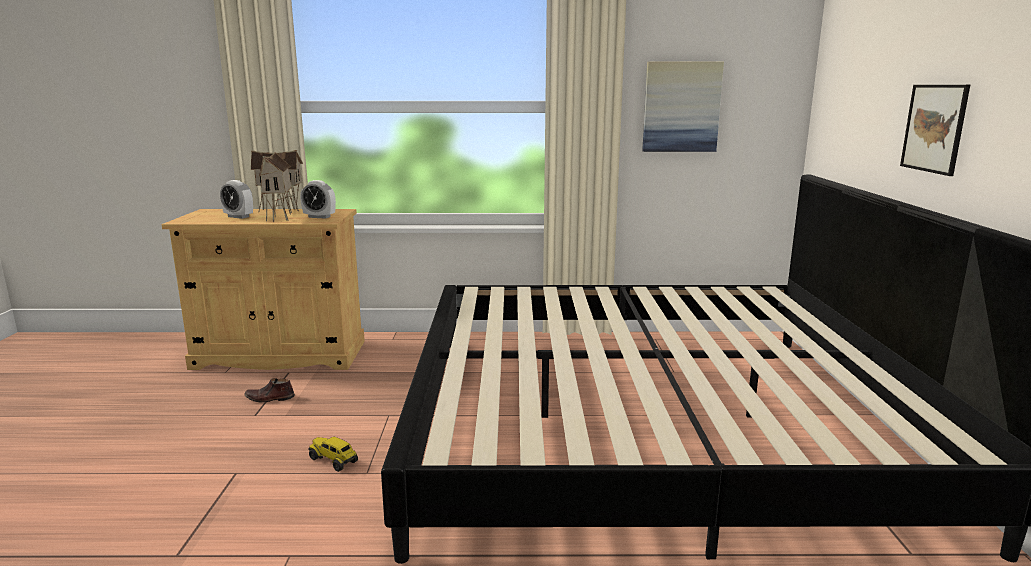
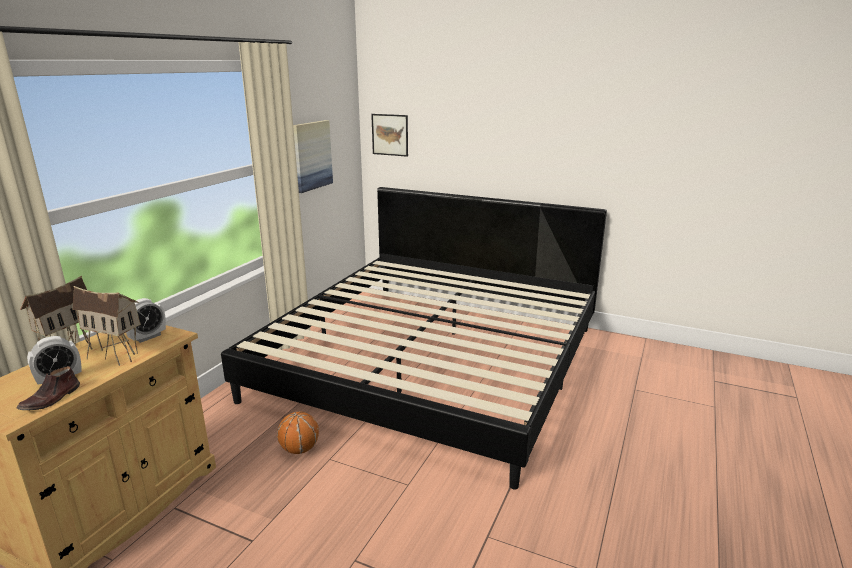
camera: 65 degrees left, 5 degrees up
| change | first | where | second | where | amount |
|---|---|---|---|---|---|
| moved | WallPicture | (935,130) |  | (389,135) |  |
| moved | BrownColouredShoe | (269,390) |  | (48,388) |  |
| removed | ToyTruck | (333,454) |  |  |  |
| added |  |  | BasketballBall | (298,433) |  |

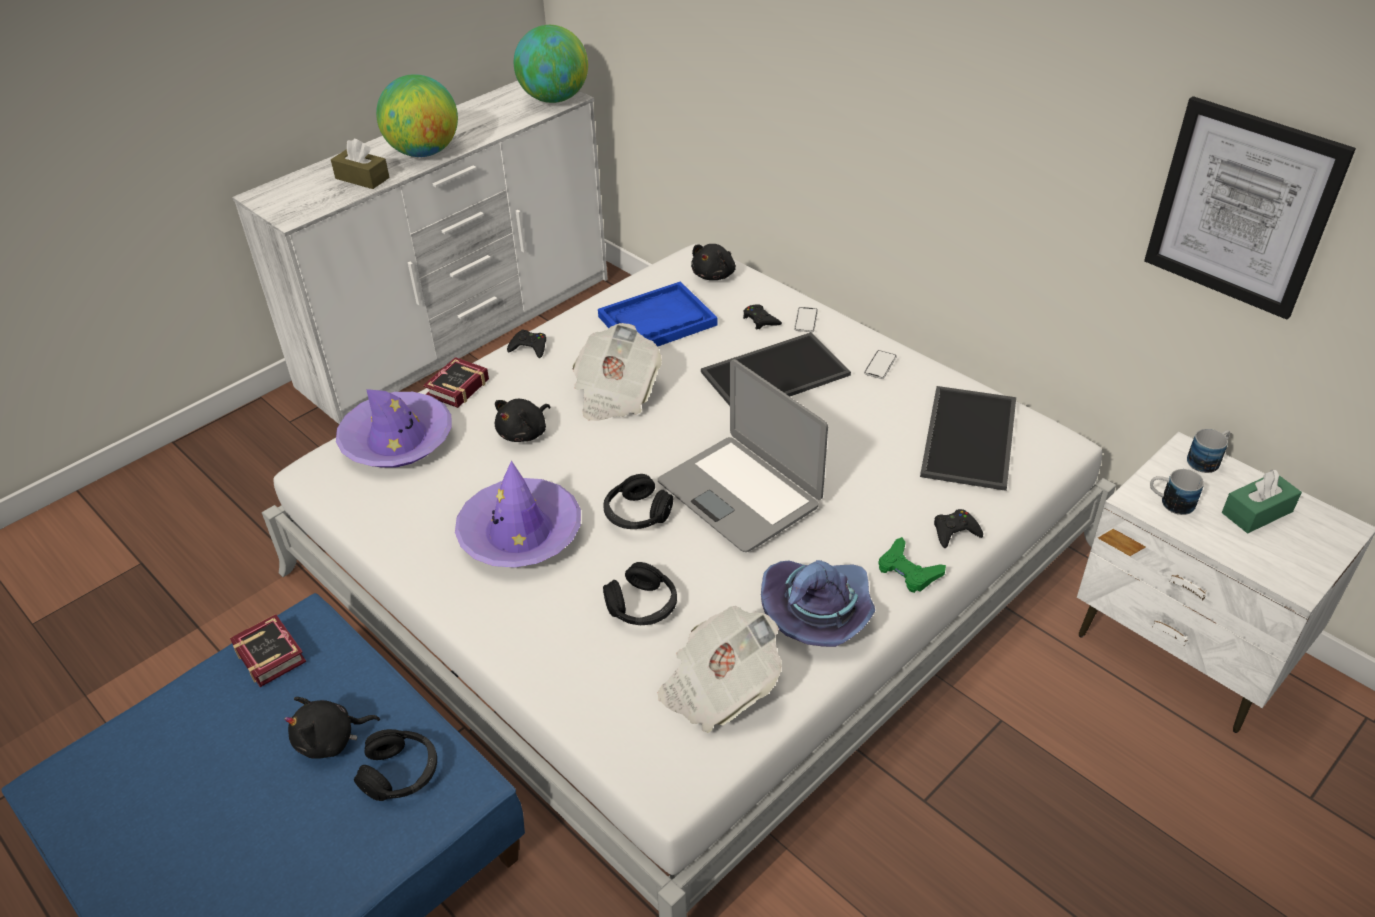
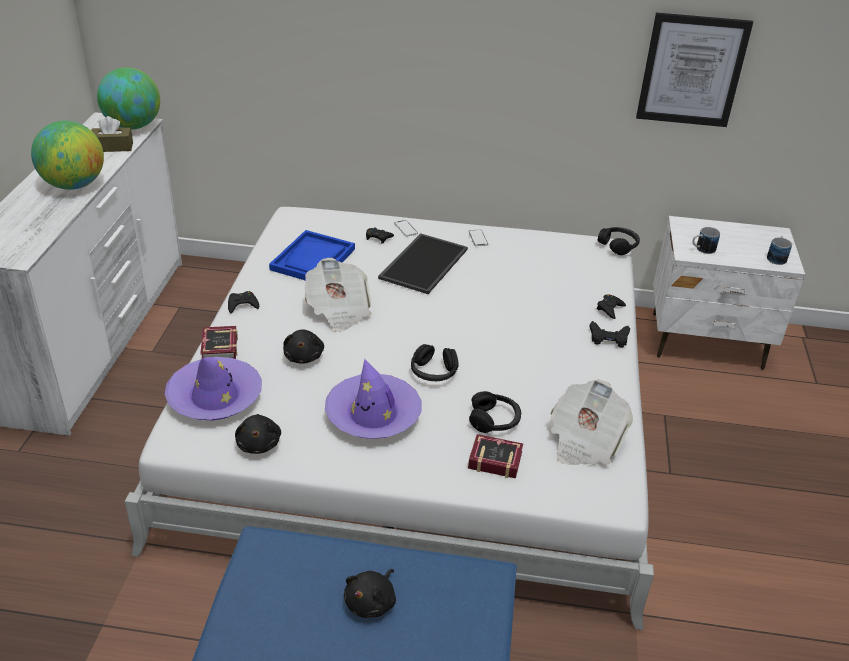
camera: 40 degrees left, 5 degrees down
| change | first | where | second | where | amount |
|---|---|---|---|---|---|
| moved | BrownColouredBoxOfTissues | (360,164) |  | (112,134) |  |
| moved | BlackCuddlyToy | (713,262) |  | (258,434) |  |
| removed | Laptop | (743,455) |  |  |  |
| removed | Tray | (968,438) |  |  |  |
| moved | TeaMug | (1208,451) |  | (779,250) |  |
| removed | GreenBoxOfTissues | (1262,501) |  |  |  |
| recoloured | GreenJoypad | (912,565) | BlackJoypad | (609,334) |  |
| removed | PurplishClothingHat | (818,603) |  |  |  |
| moved | BoundBook | (268,650) |  | (495,456) |  |
| moved | BlackHeadset | (395,765) |  | (619,241) |  |

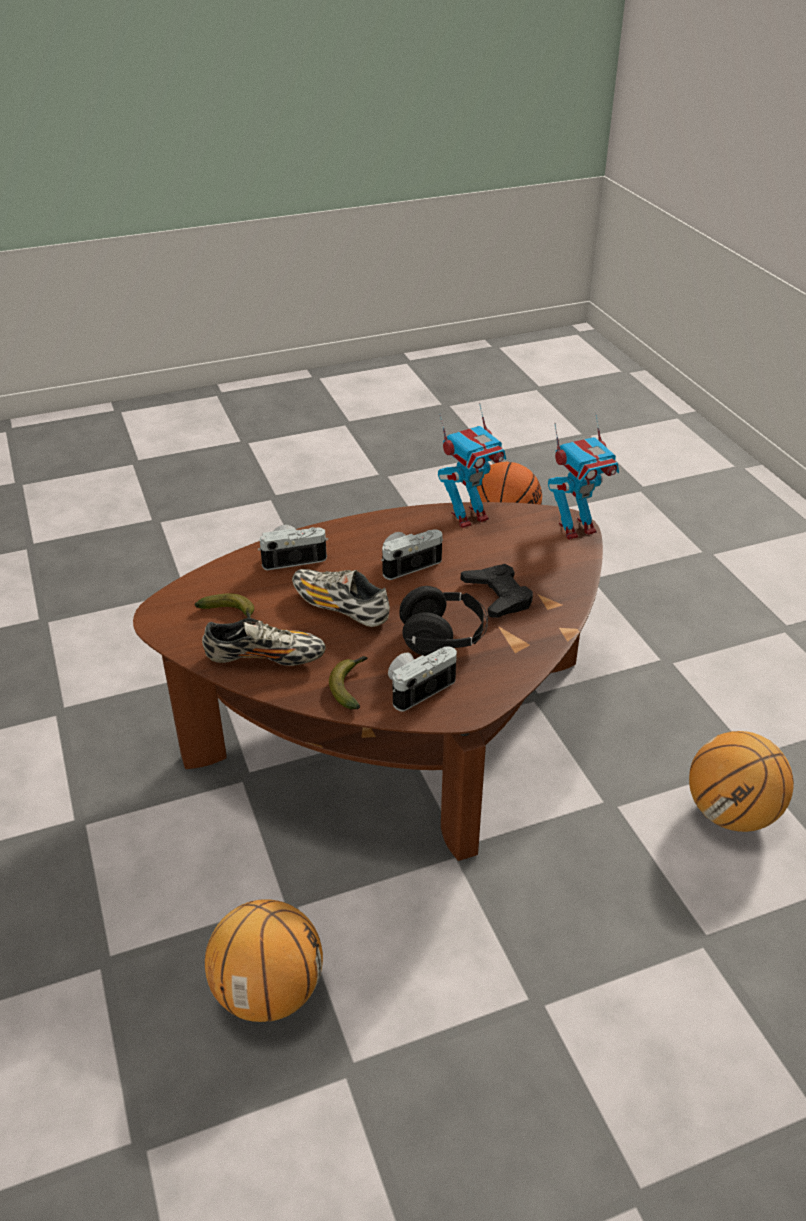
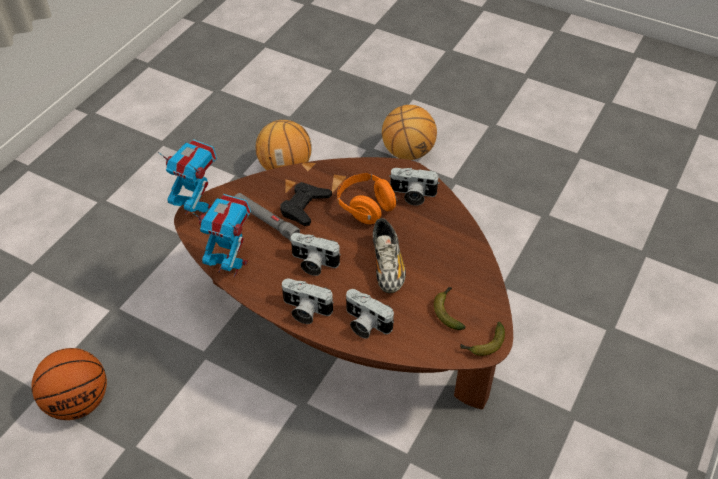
camera: 130 degrees left, 10 degrees up
| change | first | where | second | where | amount |
|---|---|---|---|---|---|
| recoloured | BlackHeadset | (443,621) | OrangeColouredHeadset | (367,198) |  |
| removed | Shoe | (264,642) |  |  |  |
| moved | WholeBanana | (348,683) |  | (482,339) |  |
| moved | BasketballBall | (264,960) |  | (409,132) |  |
| added |  |  | GreyFlashlight | (267,217) |  |
| added |  |  | StillCamera | (307,301) |  |

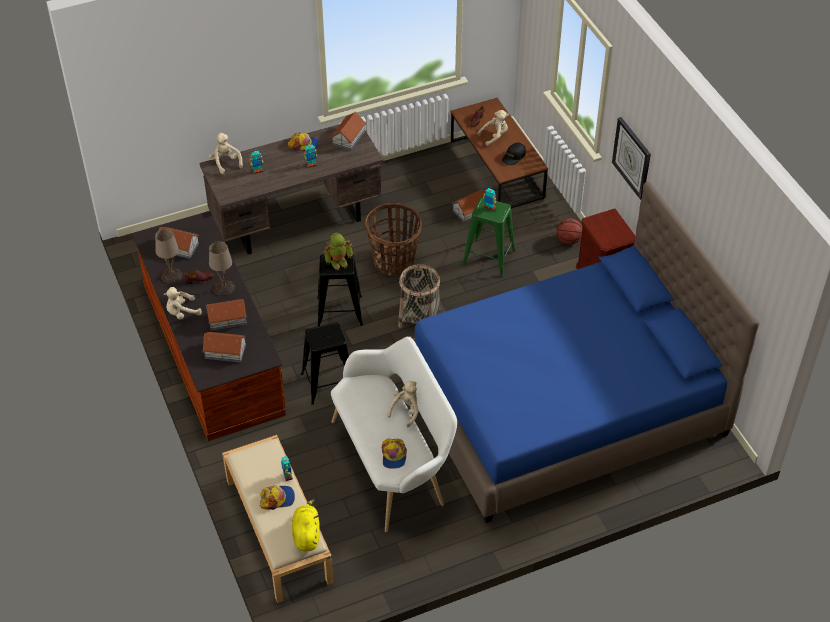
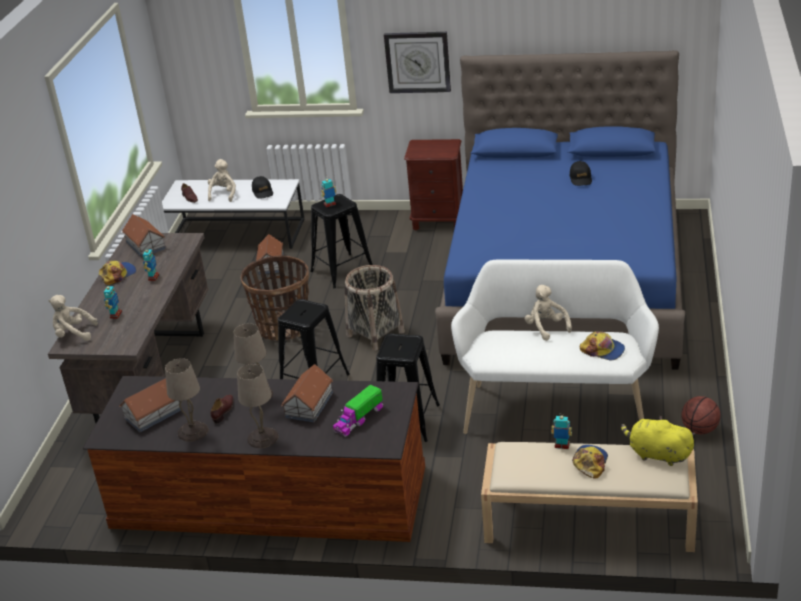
camera: 55 degrees left, 15 degrees down
| change | first | where | second | where | amount |
|---|---|---|---|---|---|
| recoloured | BrownColouredCoffeeTable | (499,153) | WhiteColouredCoffeeTable | (233,214) |  |
| recoloured | GreenSittingStool | (489,236) | BlackSittingStool | (341,241) |  |
| moved | BasketballBall | (570,231) |  | (701,415) |  |
| removed | RobotFigure | (338,251) |  |  |  |
| replaced | BeigeColouredCuddlyToy | (183,303) | BeigeColouredTabletopLamp | (257,406) |  |
| replaced | ToyHouse | (224,347) | ToyTruck | (358,411) |  |
| added |  |  | BlackBaseballCap | (581,173) |  |

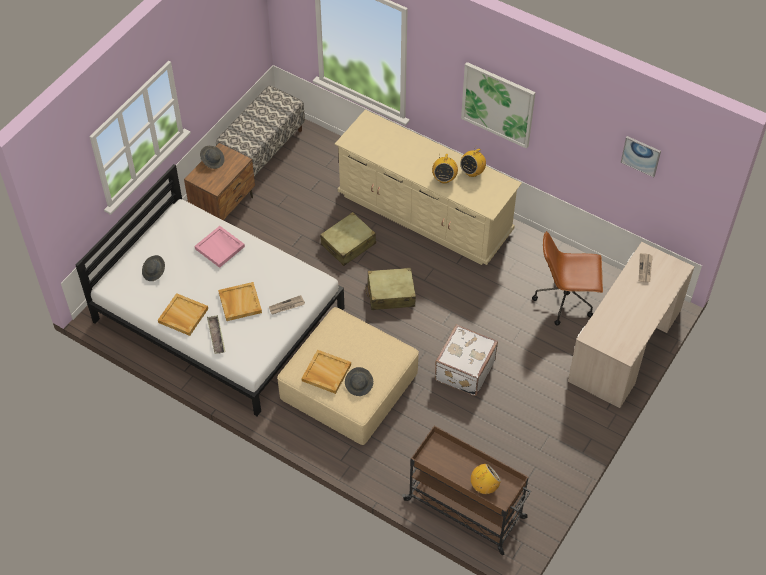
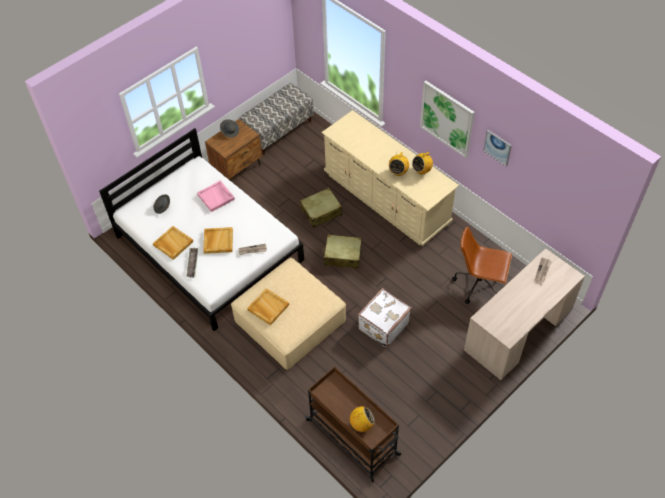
camera: 15 degrees right, 0 degrees up
| change | first | where | second | where | amount |
|---|---|---|---|---|---|
| moved | WallPicture | (641,156) |  | (497,148) |  |
| removed | GreyClothingHat | (359,381) |  |  |  |

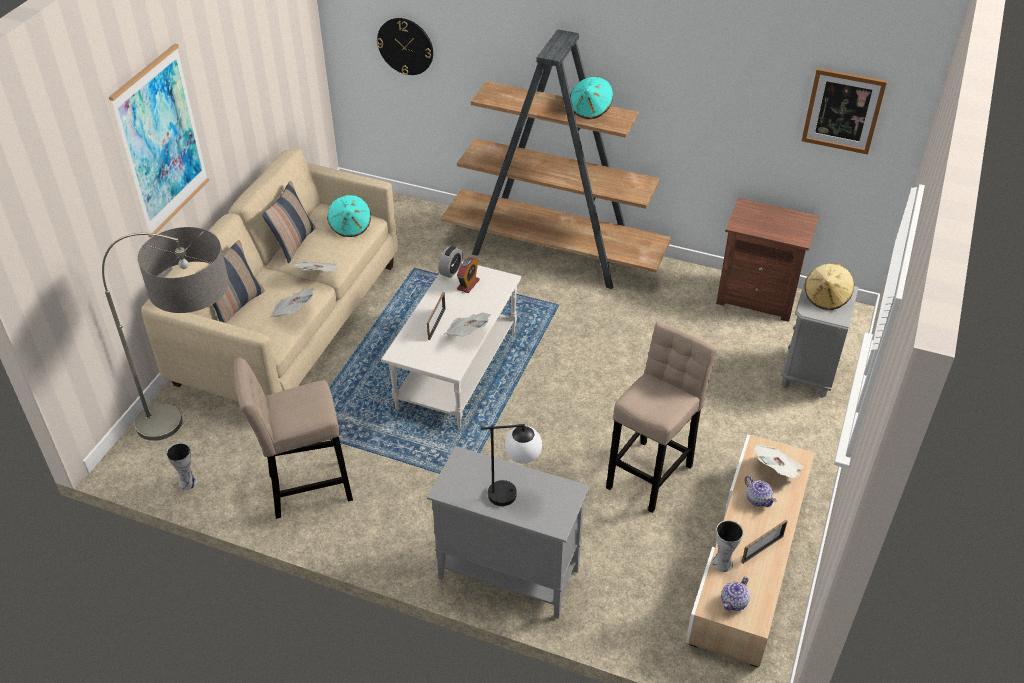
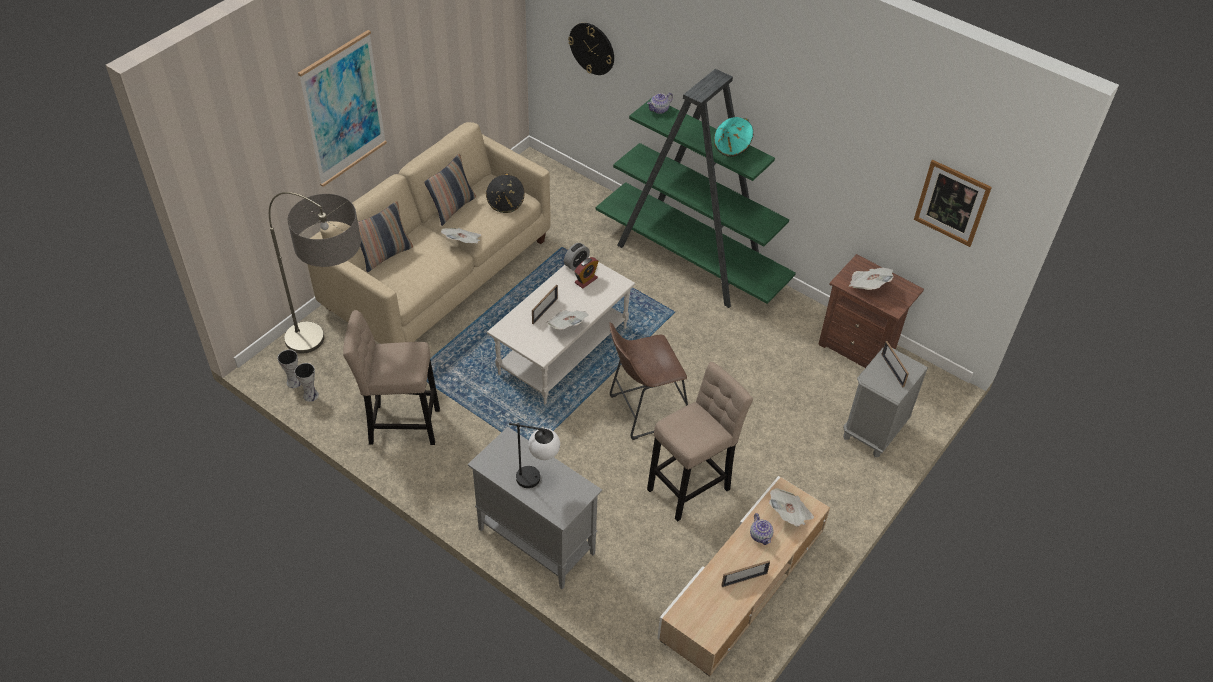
camera: 15 degrees right, 5 degrees up
| change | first | where | second | where | amount |
|---|---|---|---|---|---|
| recoloured | BrownColouredBookcase | (556,159) | GreenBookcase | (696,188) |  |
| recoloured | BlueGreenClothingHat | (349,215) | BlackClothingHat | (505,193) |  |
| replaced | BeigeColouredClothingHat | (829,286) | StandingFrame | (895,364) |  |
| moved | PrintedPaper | (292,302) |  | (871,278) |  |
| moved | FlowerVase | (727,546) |  | (289,369) |  |
| moved | Teapot | (735,594) |  | (660,103) |  |
| added |  |  | BrownColouredSittingStool | (648,381) |  |

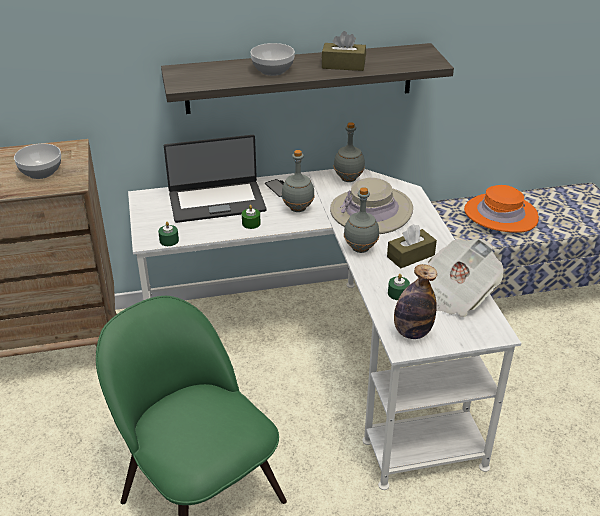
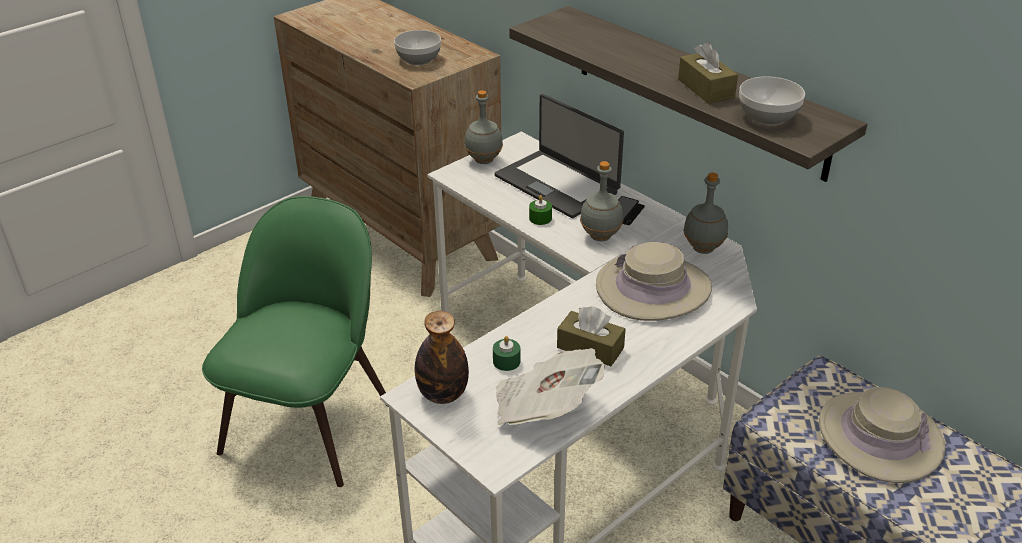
camera: 60 degrees right, 0 degrees up
| change | first | where | second | where | amount |
|---|---|---|---|---|---|
| moved | DeepDish | (273,59) |  | (772,101) |  |
| recoloured | OrangeColouredClothingHat | (501,209) | BeigeColouredClothingHat | (882,435) |  |
| moved | GreyBottle | (361,220) |  | (483,127) |  |
| removed | GreenCandle | (168,234) |  |  |  |

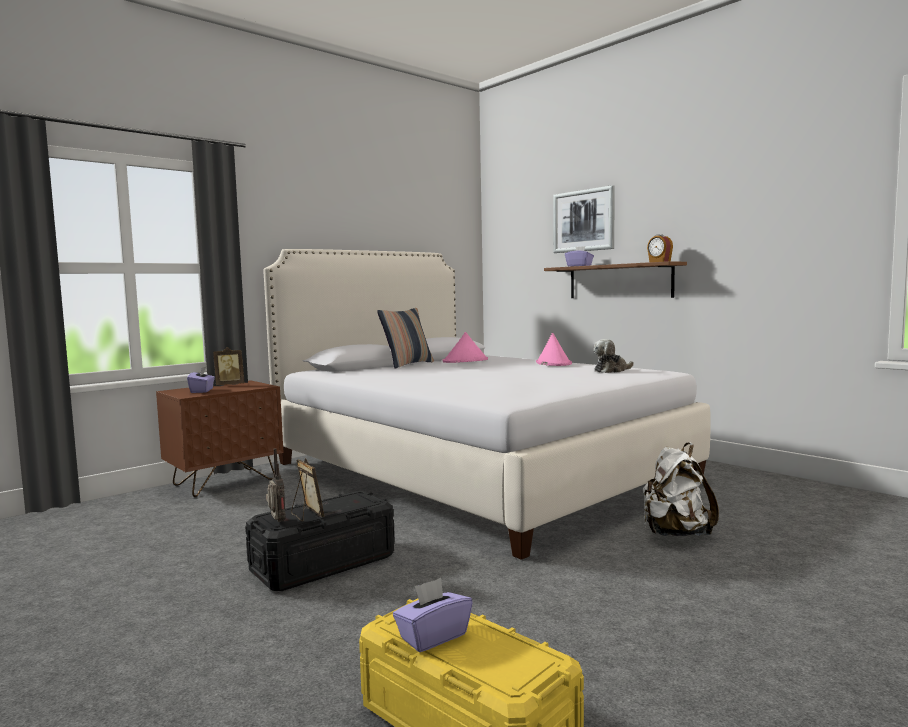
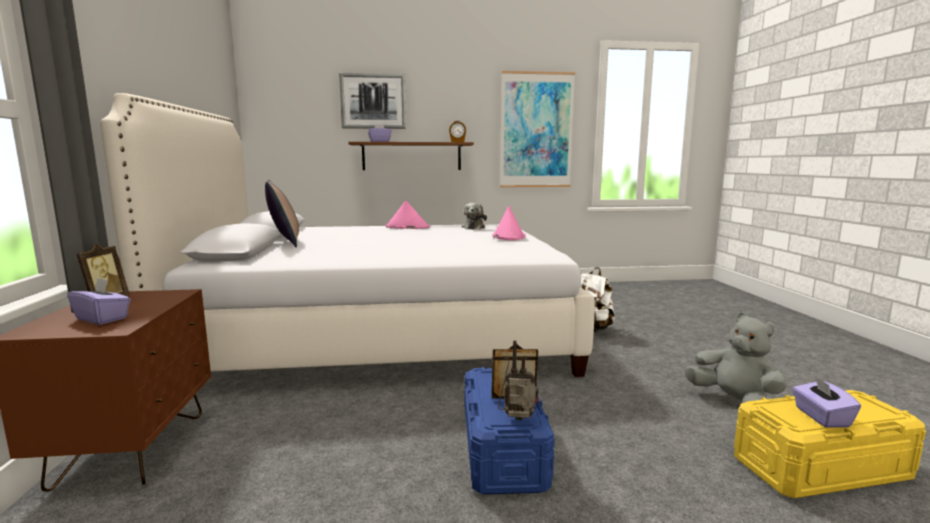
camera: 55 degrees left, 5 degrees up
| change | first | where | second | where | amount |
|---|---|---|---|---|---|
| moved | PinkColouredClothingHat | (465,347) |  | (509,223) |  |
| recoloured | BlackStorageBin | (320,541) | BlueStorageBin | (510,430) |  |
| added |  |  | WallPicture | (537,129) |  |
| added |  |  | GreyCuddlyToy | (735,358) |  |

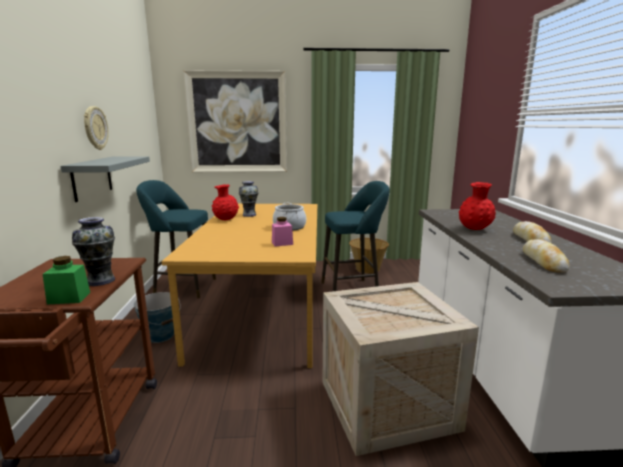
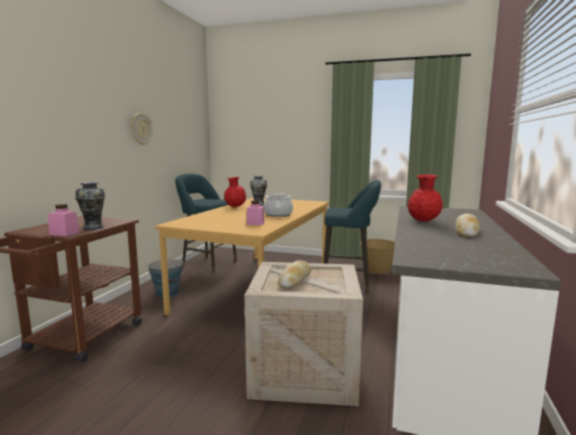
camera: 20 degrees right, 5 degrees down
| change | first | where | second | where | amount |
|---|---|---|---|---|---|
| removed | WallPicture | (235,121) |  |  |  |
| removed | GreyWallShelf | (105,179) |  |  |  |
| moved | Bread | (546,256) |  | (294,274) |  |
| recoloured | GreenJar | (66,280) | PinkColouredJar | (63,220) |  |

